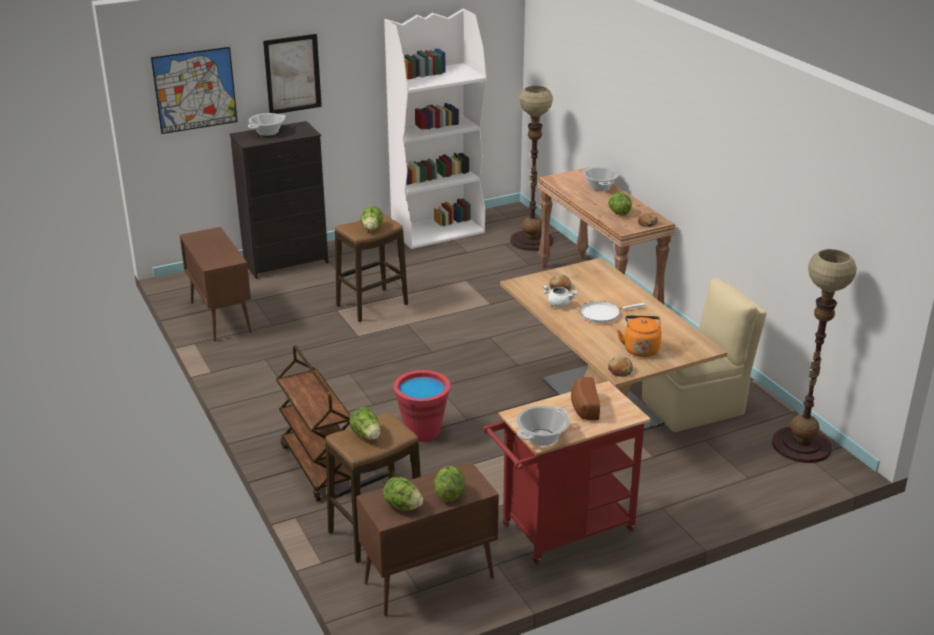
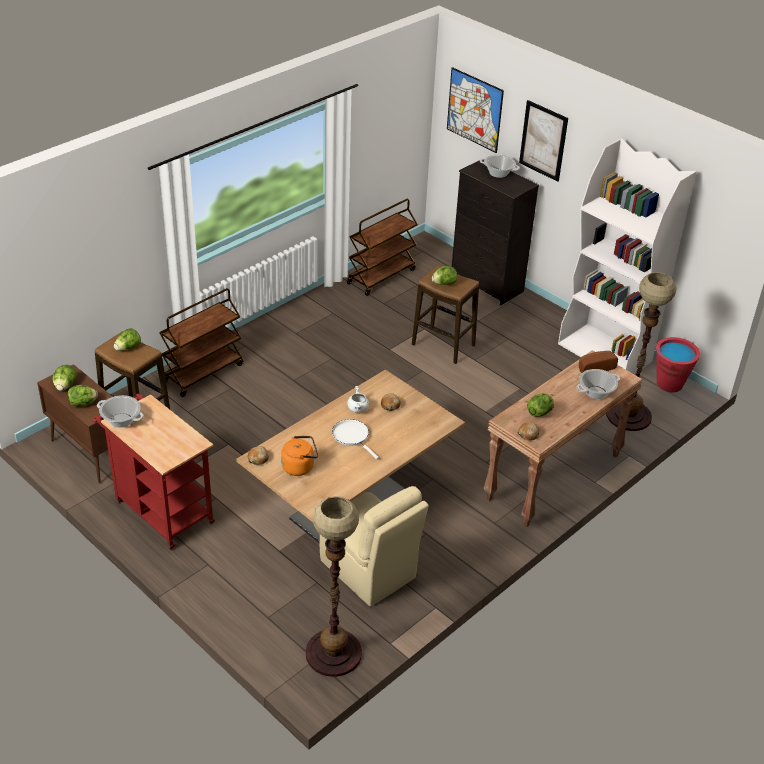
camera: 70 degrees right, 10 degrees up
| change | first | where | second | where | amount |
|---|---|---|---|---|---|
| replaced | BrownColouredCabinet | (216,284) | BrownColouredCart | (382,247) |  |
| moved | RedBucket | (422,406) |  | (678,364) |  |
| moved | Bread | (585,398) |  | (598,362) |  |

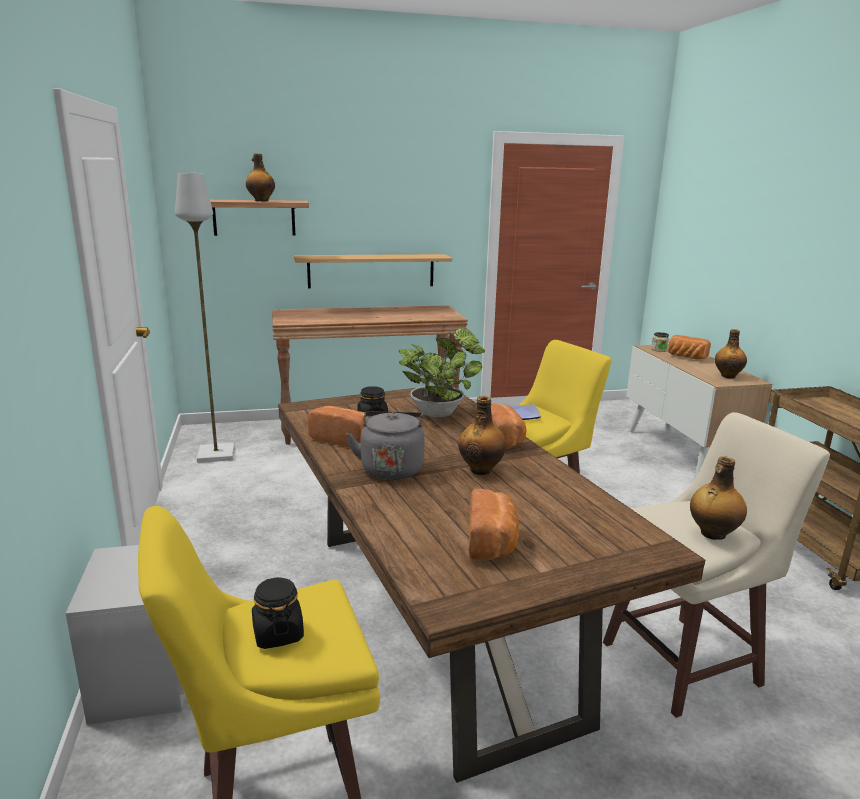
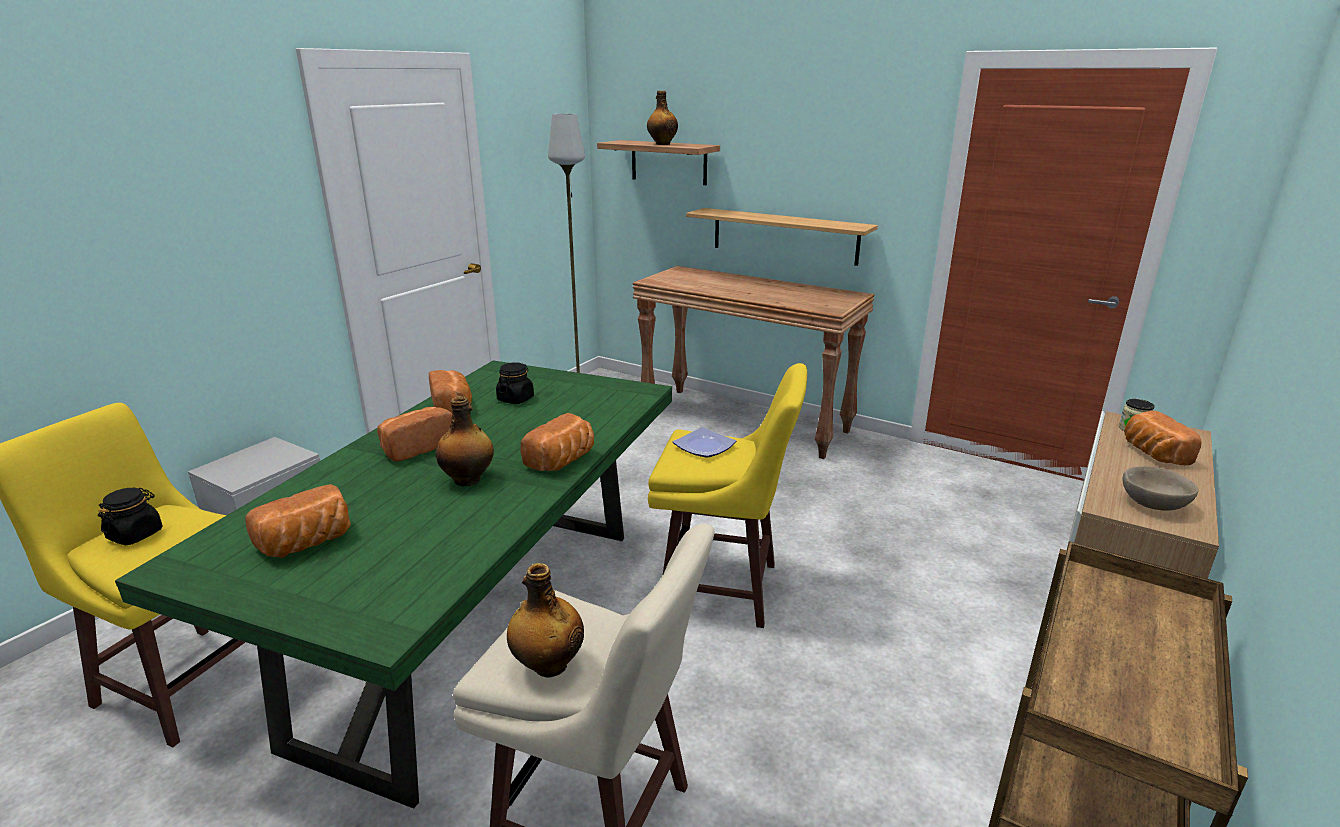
camera: 45 degrees right, 5 degrees up
| change | first | where | second | where | amount |
|---|---|---|---|---|---|
| removed | PlantInAPot | (442,372) |  |  |  |
| replaced | Bottle | (731,354) | BeigeColouredDeepDish | (1160,488) |  |
| recoloured | BrownColouredDiningTable | (491,584) | GreenDiningTable | (393,585) |  |
| replaced | GreyTeaKettle | (385,446) | Bread | (414,434) |  |

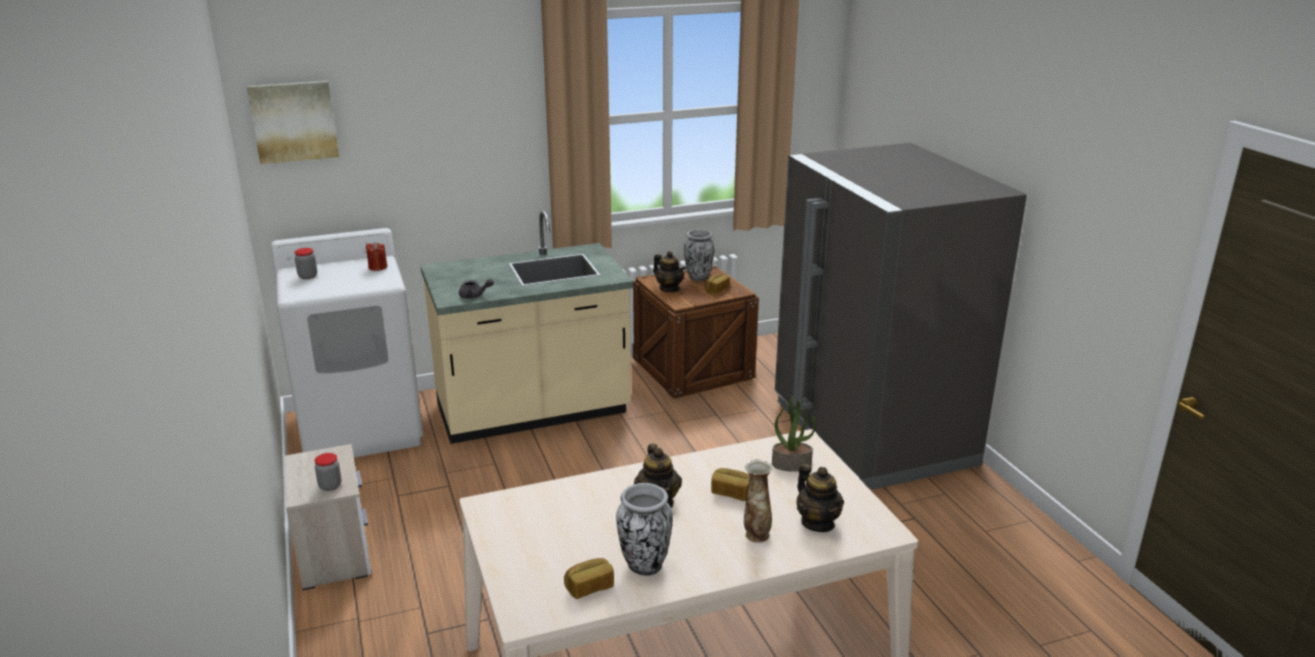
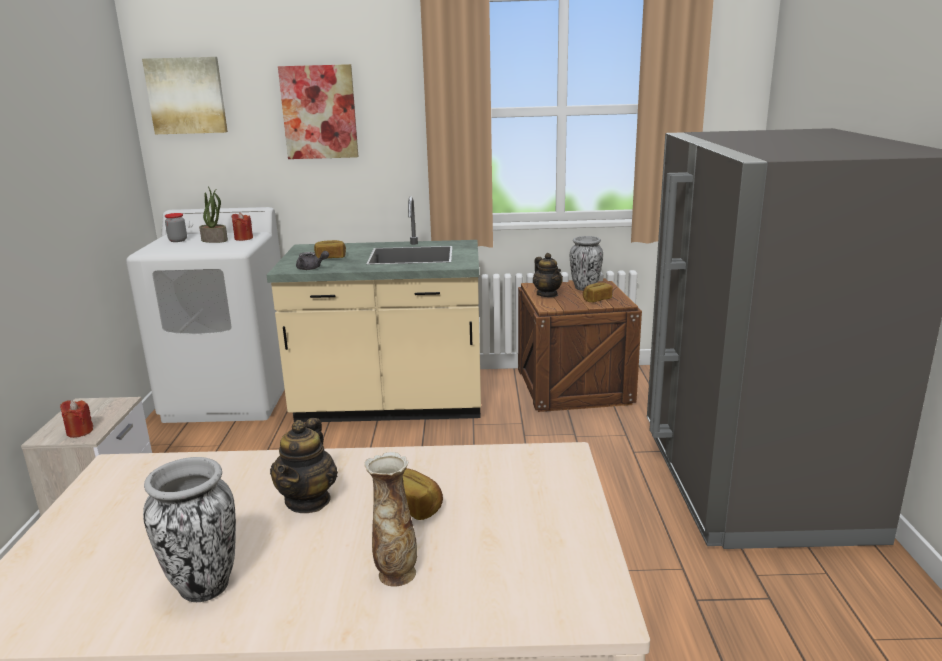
camera: 20 degrees right, 5 degrees down
| change | first | where | second | where | amount |
|---|---|---|---|---|---|
| moved | PlantInAPot | (794,434) |  | (213,215) |  |
| replaced | Jar | (327,472) | RedCandle | (76,419) |  |
| removed | Teapot | (820,498) |  |  |  |
| moved | Bread | (589,578) |  | (330,249) |  |
| added |  |  | WallPicture | (318,111) |  |

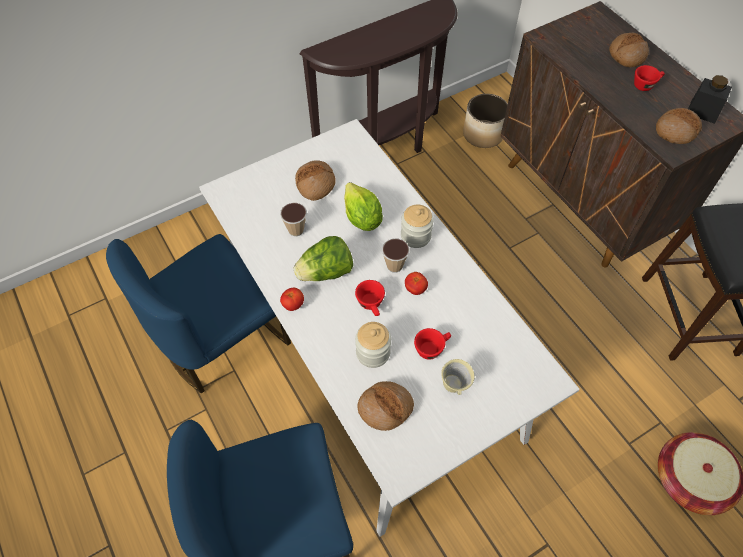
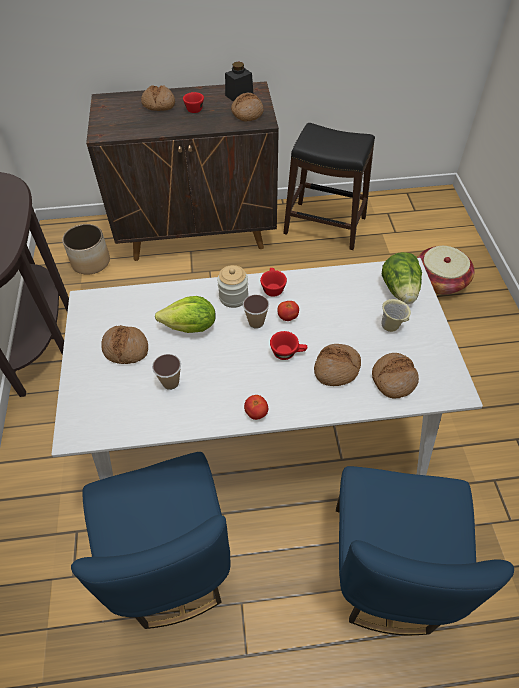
camera: 65 degrees left, 5 degrees down
| change | first | where | second | where | amount |
|---|---|---|---|---|---|
| moved | LettuceHead | (323,258) |  | (402,278) |  |
| replaced | Jar | (373,345) | Bread | (337,365) |  |
| moved | RedSmallCup | (432,344) |  | (273,282) |  |

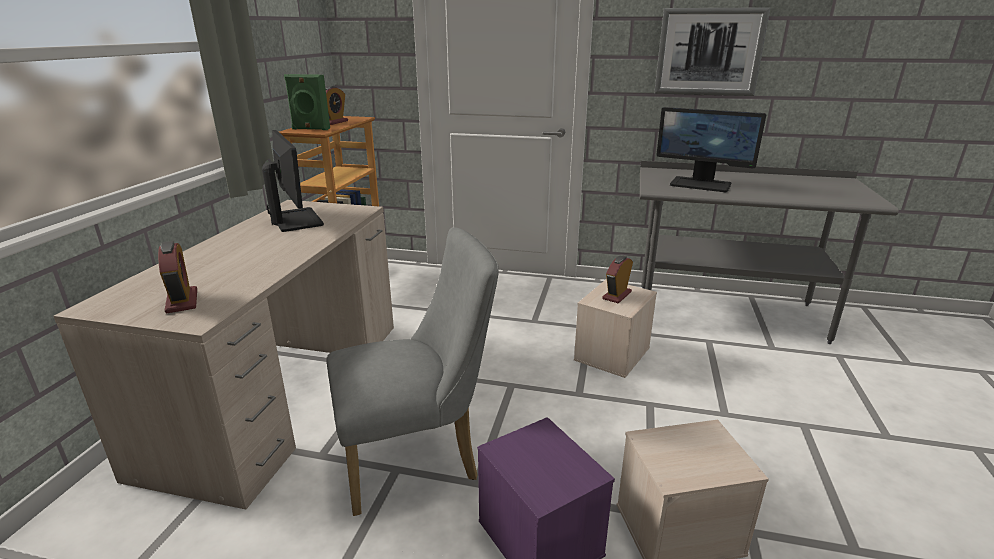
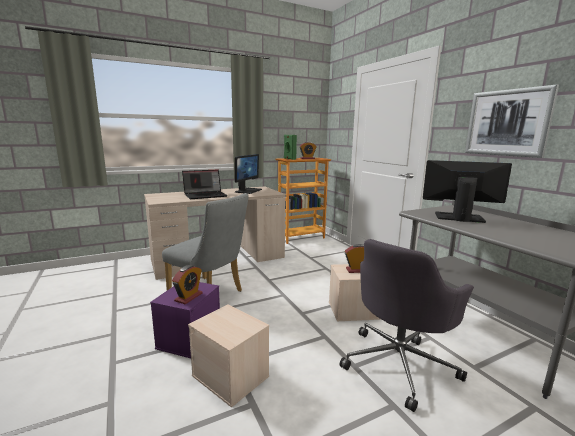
camera: 50 degrees right, 10 degrees down
| change | first | where | second | where | amount |
|---|---|---|---|---|---|
| turned | Monitor | (711,149) |  | (467,191) | 120 degrees clockwise |
| moved | TableClock | (177,277) |  | (187,284) |  |
| added |  |  | Laptop | (204,184) |  |
| added |  |  | GreyDeskChair | (406,325) |  |

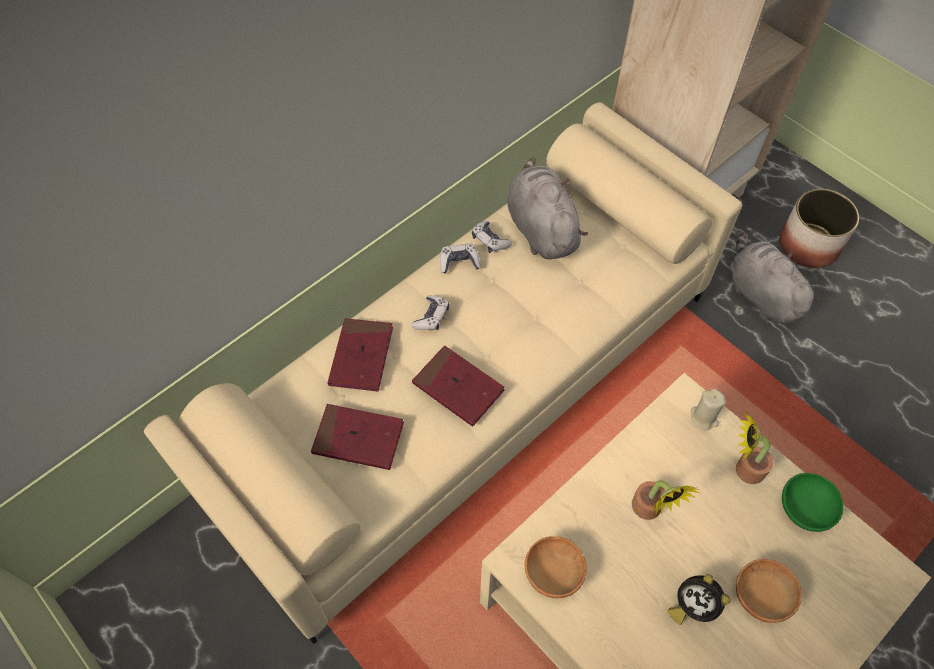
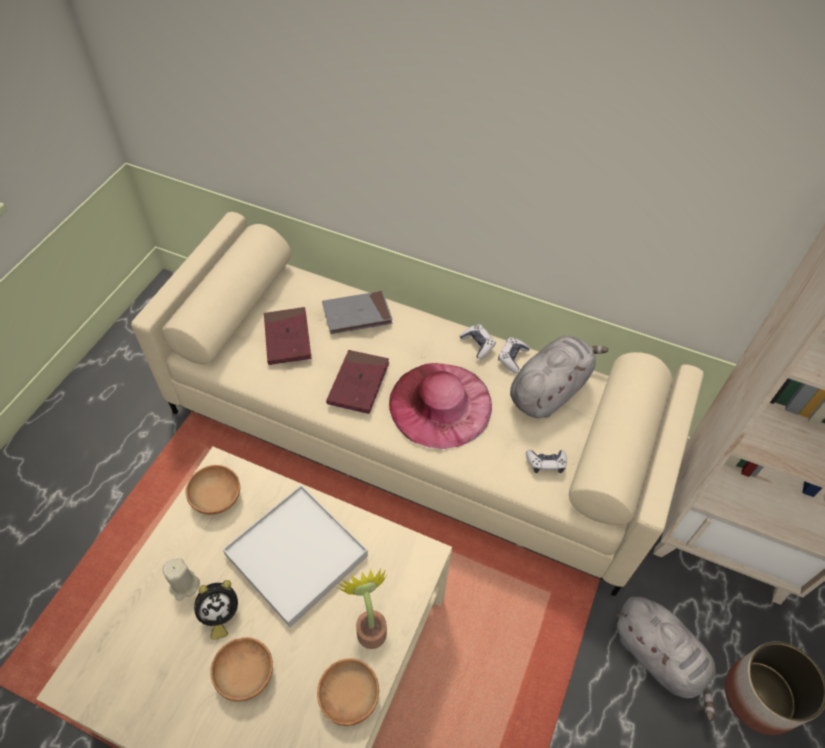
camera: 65 degrees right, 5 degrees down
| change | first | where | second | where | amount |
|---|---|---|---|---|---|
| turned | GreyCuddlyToy | (775,278) |  | (666,659) | 105 degrees clockwise |
| moved | Joypad | (430,312) |  | (546,461) |  |
| recoloured | RedBoundBook | (360,354) | GreyBoundBook | (357,312) |  |
| moved | BeigeColouredCandle | (708,409) |  | (181,579) |  |
| recoloured | GreenDeepDish | (813,502) | BrownColouredDeepDish | (348,692) |  |
| replaced | PlantInAPot | (666,500) | WhiteColouredTray | (295,556) |  |
| turned | TableClock | (699,599) |  | (216,610) | 135 degrees counterclockwise |
| added |  |  | PinkColouredClothingHat | (440,406) |  |

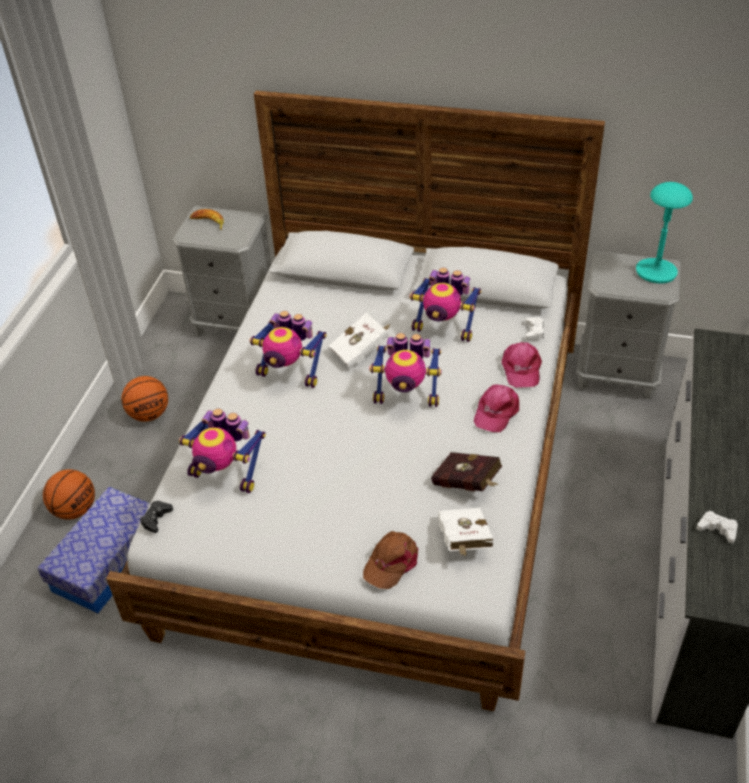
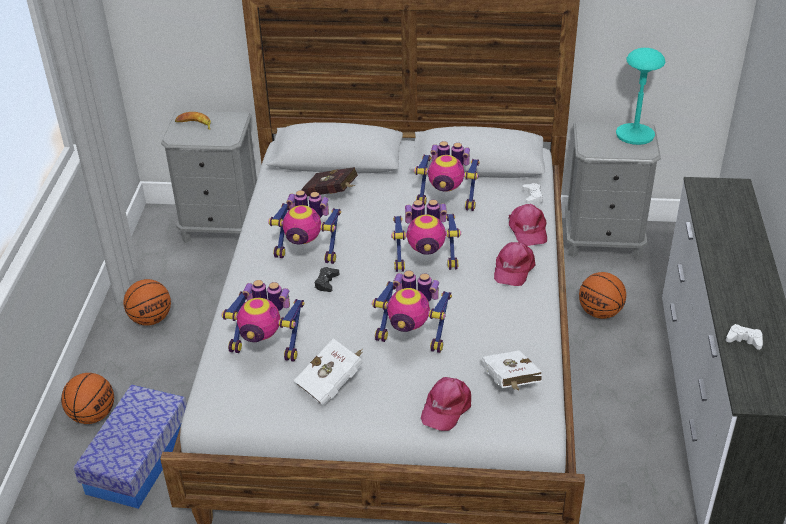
camera: 10 degrees left, 5 degrees down
| change | first | where | second | where | amount |
|---|---|---|---|---|---|
| moved | WhiteColouredBoundBook | (359,341) |  | (328,372) |  |
| moved | RedBoundBook | (466,471) |  | (329,181) |  |
| moved | BlackJoypad | (156,517) |  | (327,279) |  |
| recoloured | BrownColouredBaseballCap | (390,560) | PinkColouredBaseballCap | (446,404) |  |
| added |  |  | RobotFigure | (412,312) |  |
| added |  |  | BasketballBall | (602,295) |  |

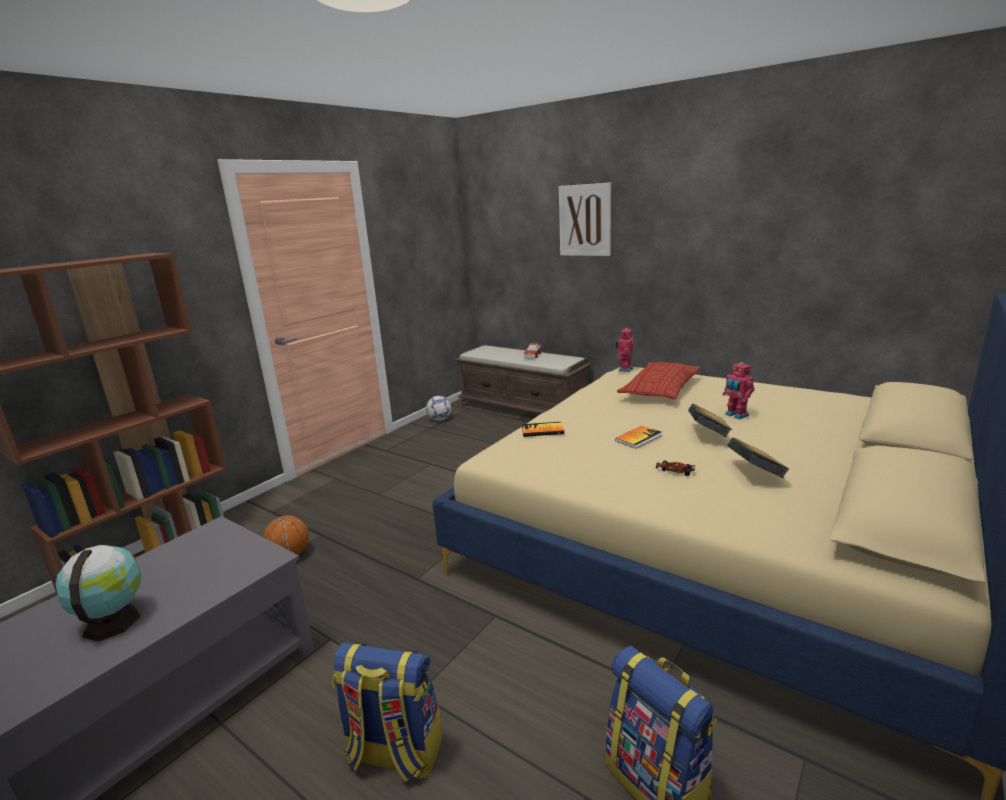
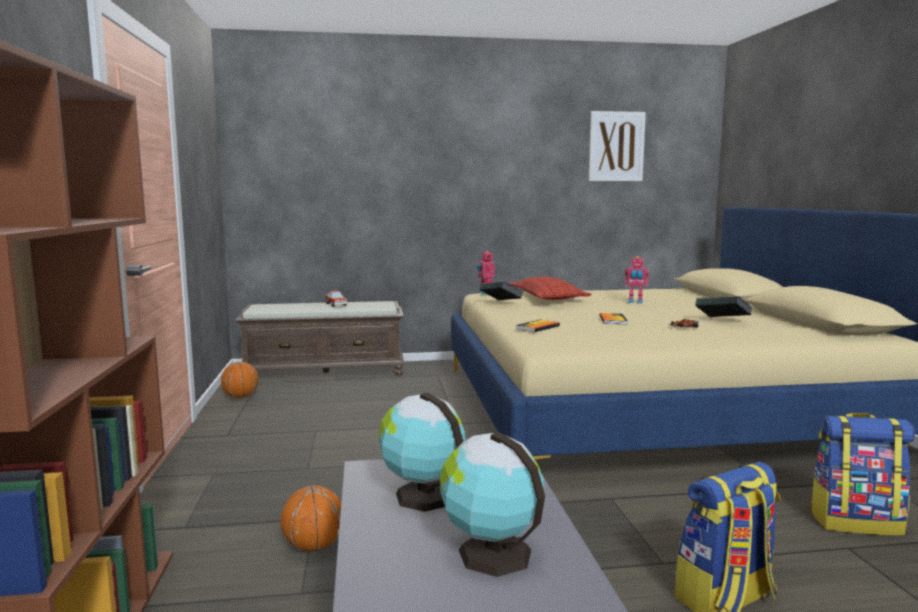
camera: 45 degrees left, 10 degrees down
| change | first | where | second | where | amount |
|---|---|---|---|---|---|
| moved | WallPicture | (585,219) |  | (617,146) |  |
| replaced | BallForFootball | (438,408) | BasketballBall | (239,380) |  |
| moved | BoundBook | (710,420) |  | (501,290) |  |
| added |  |  | DeskGlobe | (422,452) |  |

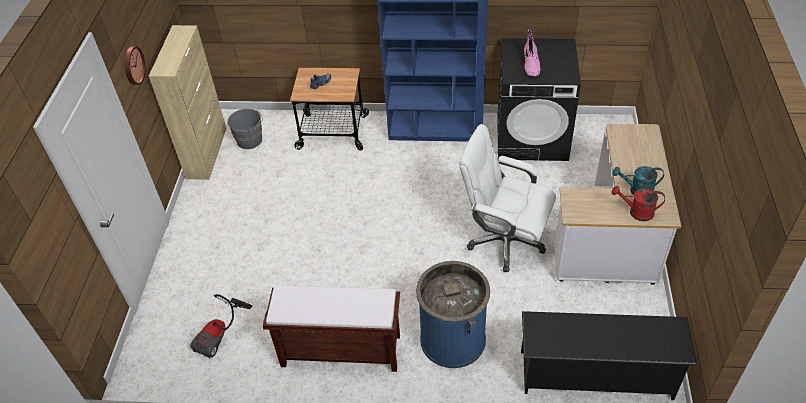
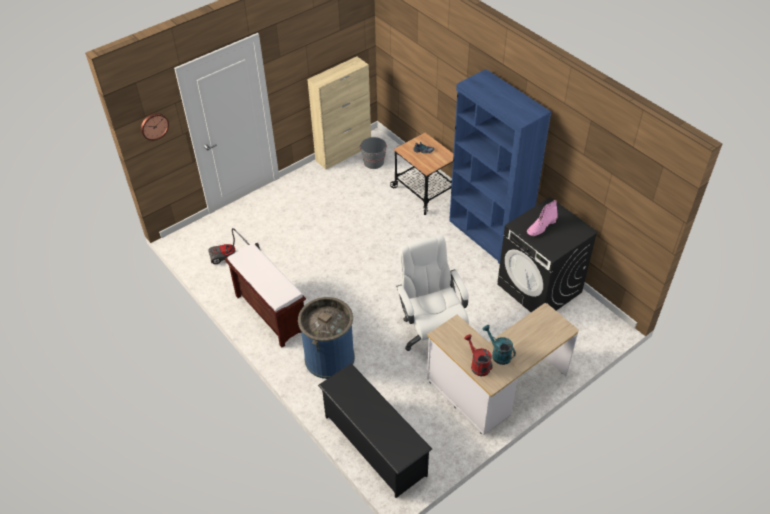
camera: 45 degrees right, 0 degrees up
| change | first | where | second | where | amount |
|---|---|---|---|---|---|
| moved | HangingClock | (135,65) |  | (155,127) |  |

